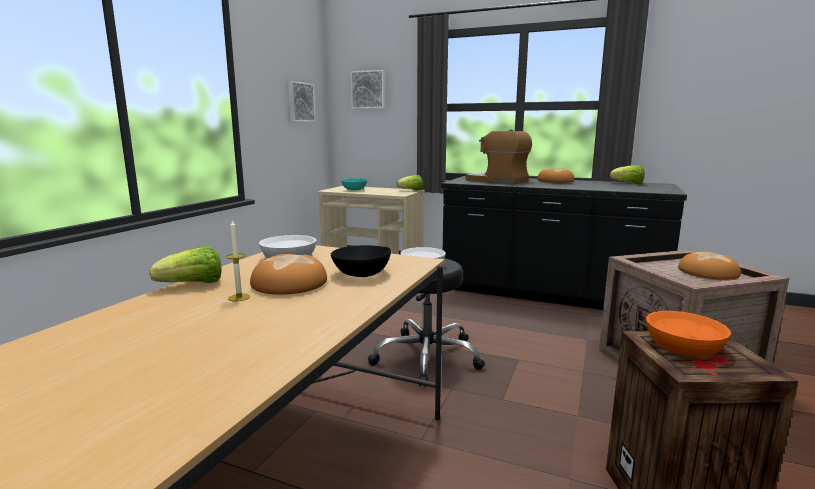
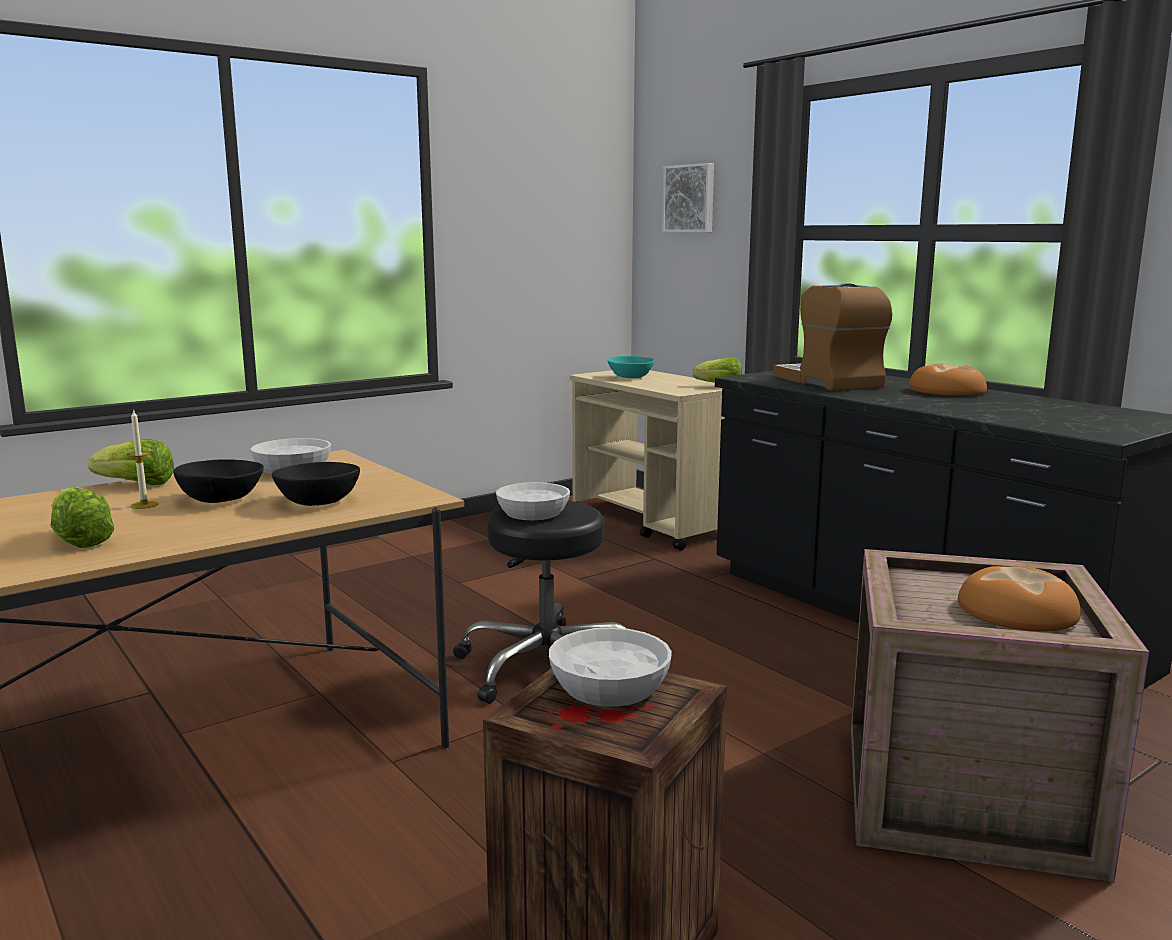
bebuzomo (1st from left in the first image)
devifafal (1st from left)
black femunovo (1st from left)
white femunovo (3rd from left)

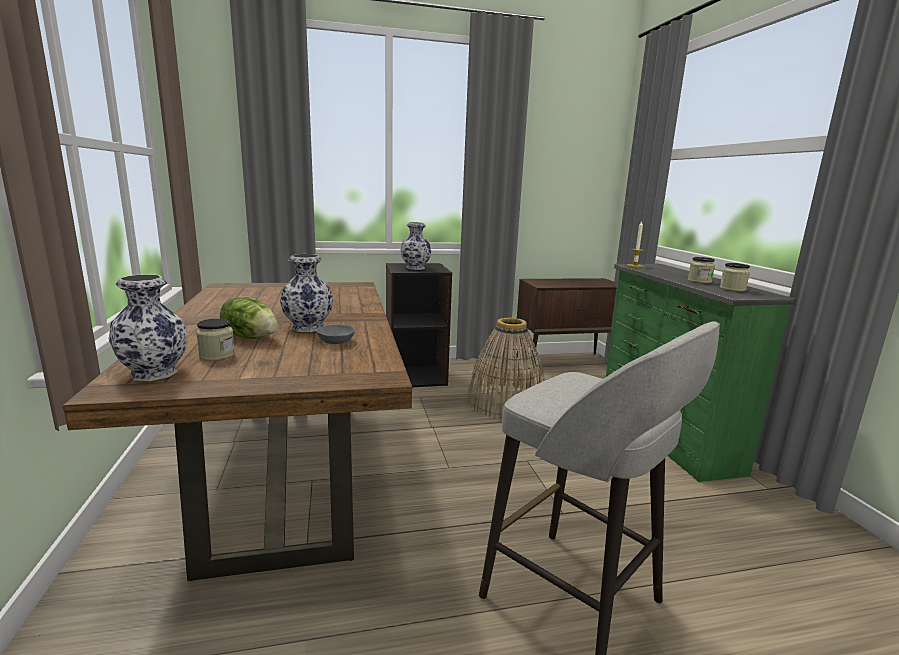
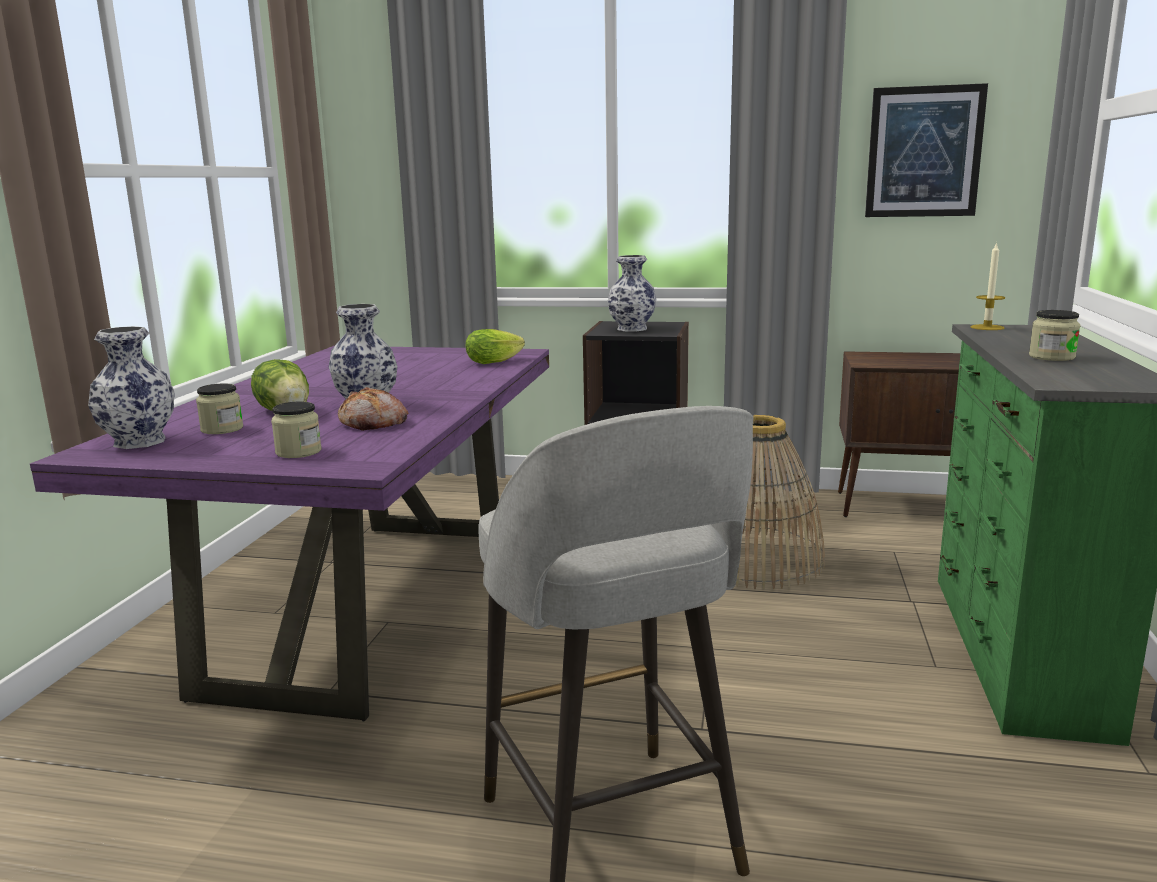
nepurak (2nd from left)
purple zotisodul
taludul
bebuzomo
devifafal (2nd from left)

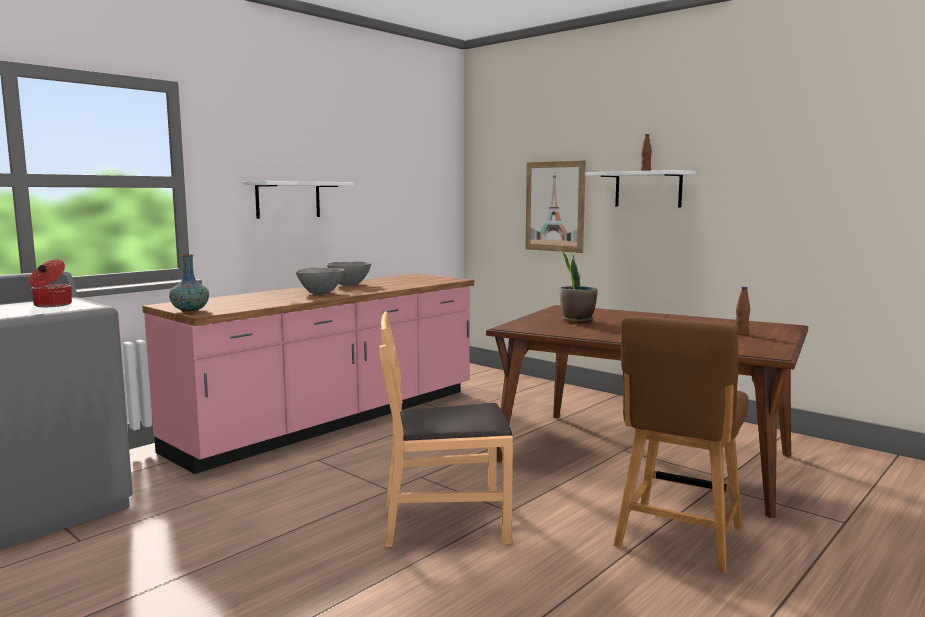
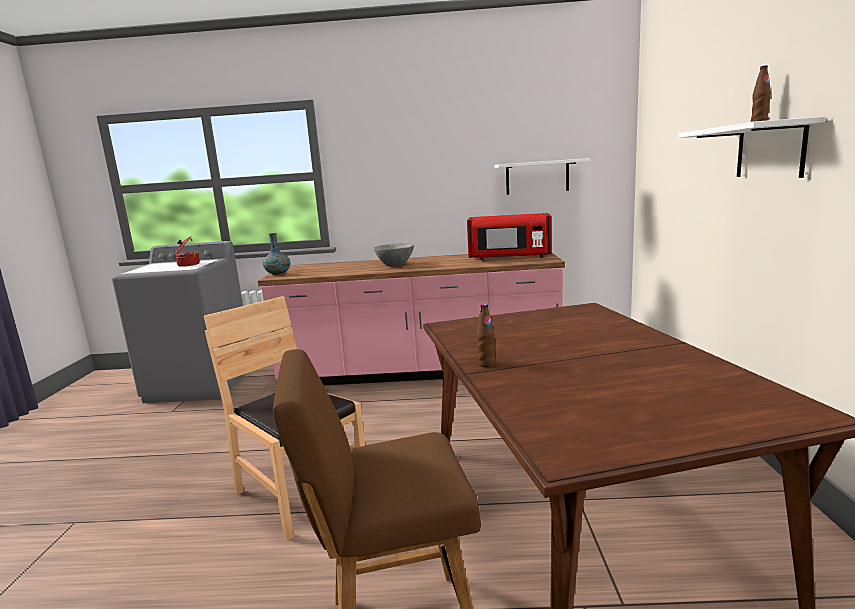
bebuzomo
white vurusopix (1st from left)
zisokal
grey femunovo (2nd from left in the first image)
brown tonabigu (1st from left)
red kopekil

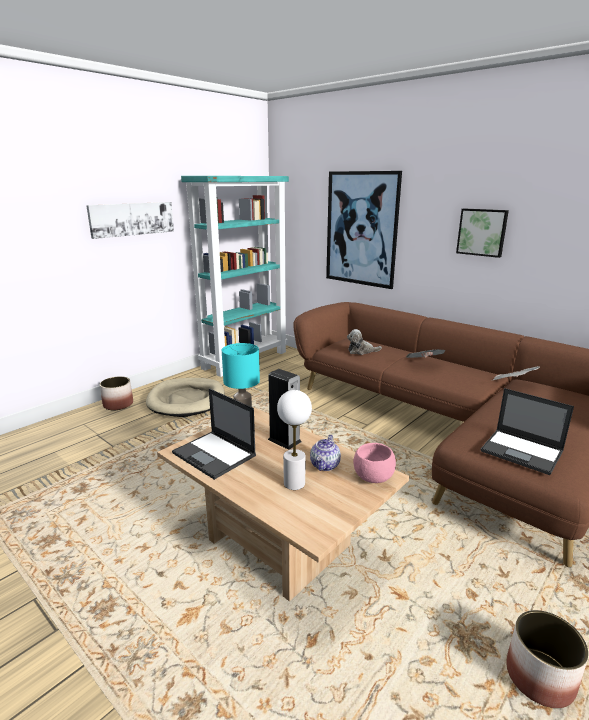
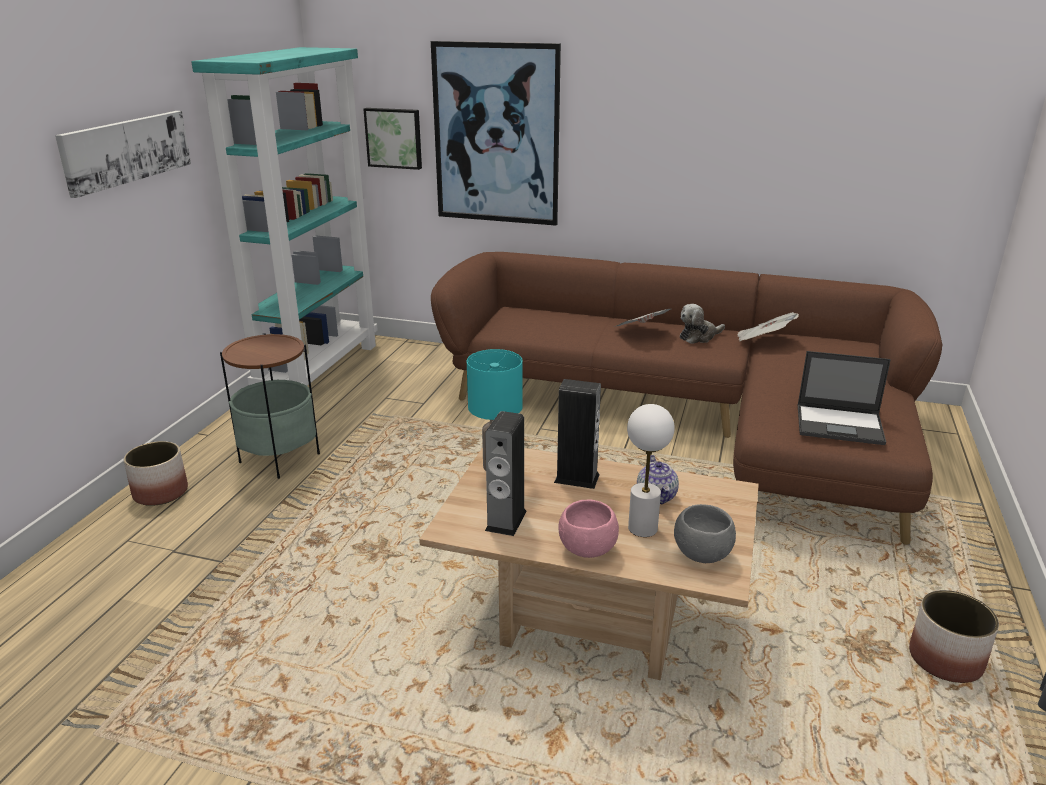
bebuzomo (2nd from left)
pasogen
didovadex
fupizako (1st from left)
pink femunovo
grey femunovo

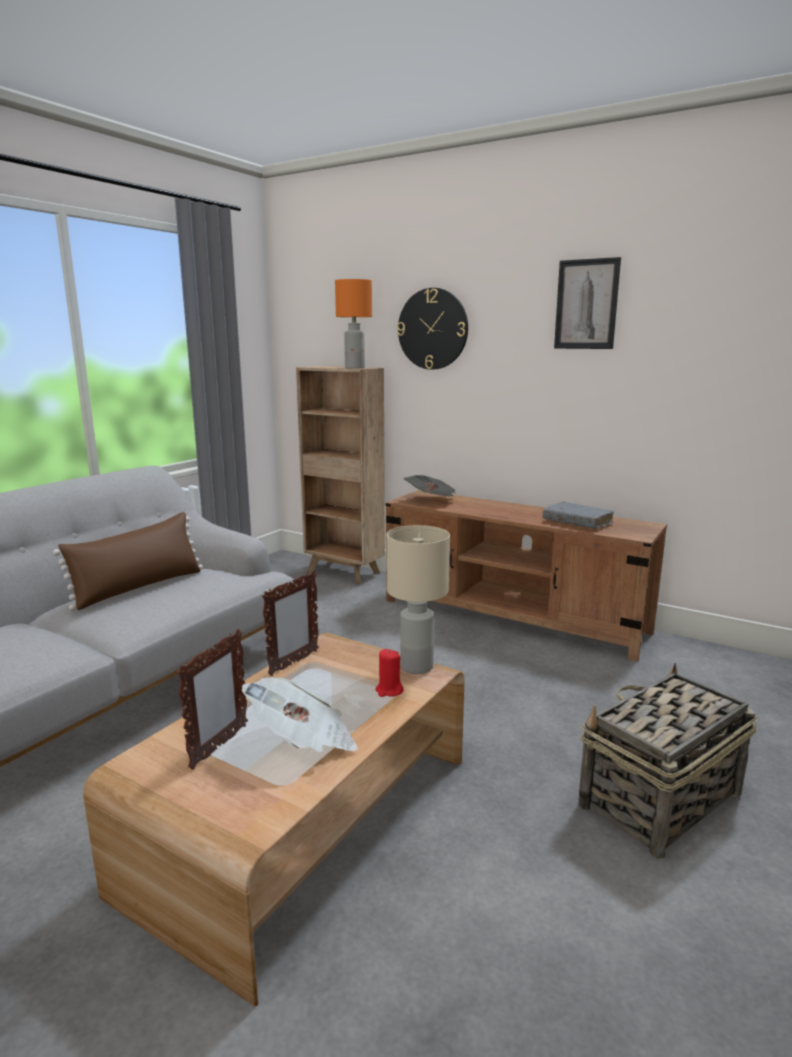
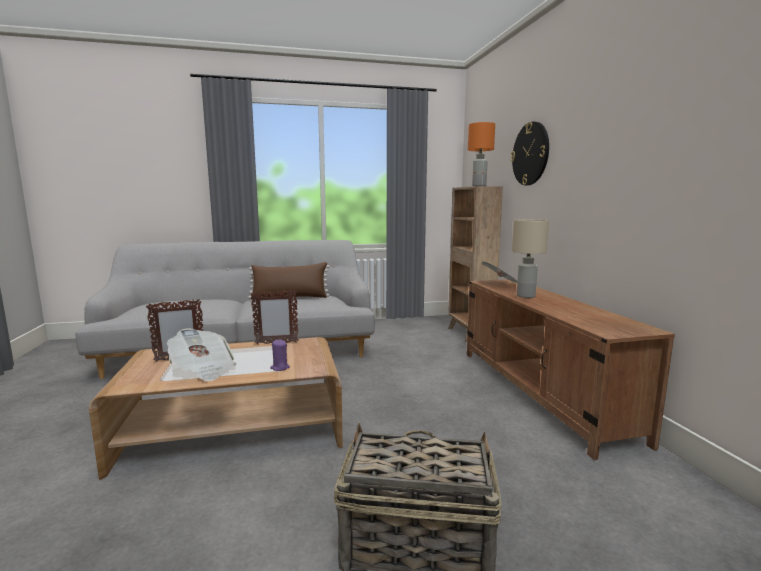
bebuzomo
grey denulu
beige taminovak
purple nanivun

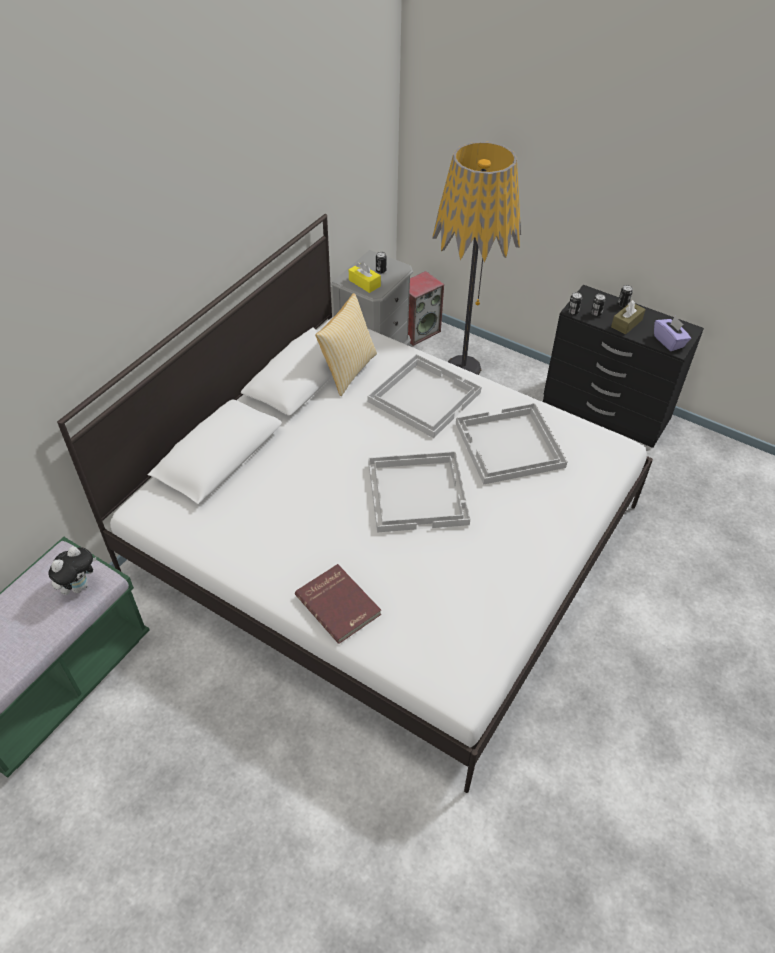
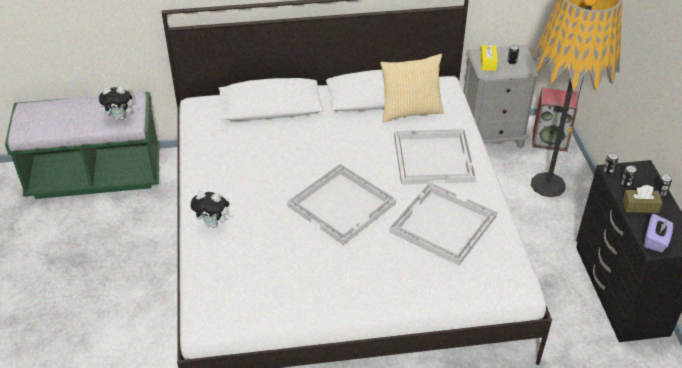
pasogen (2nd from left)

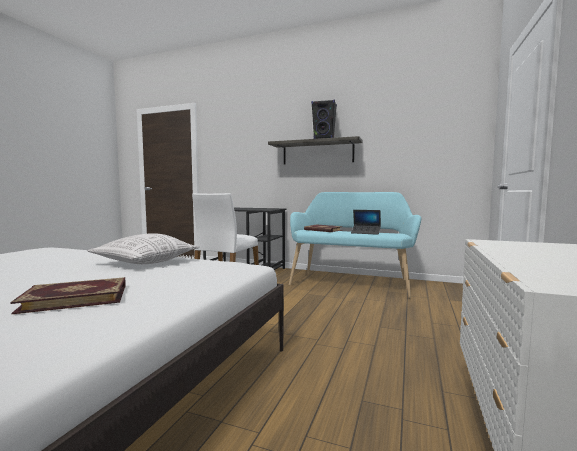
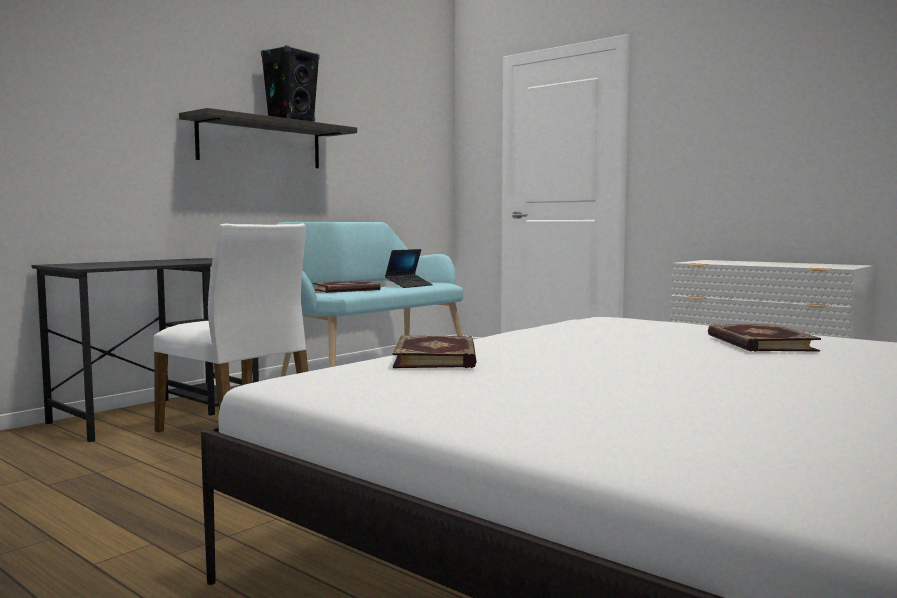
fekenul
denulu (2nd from left)

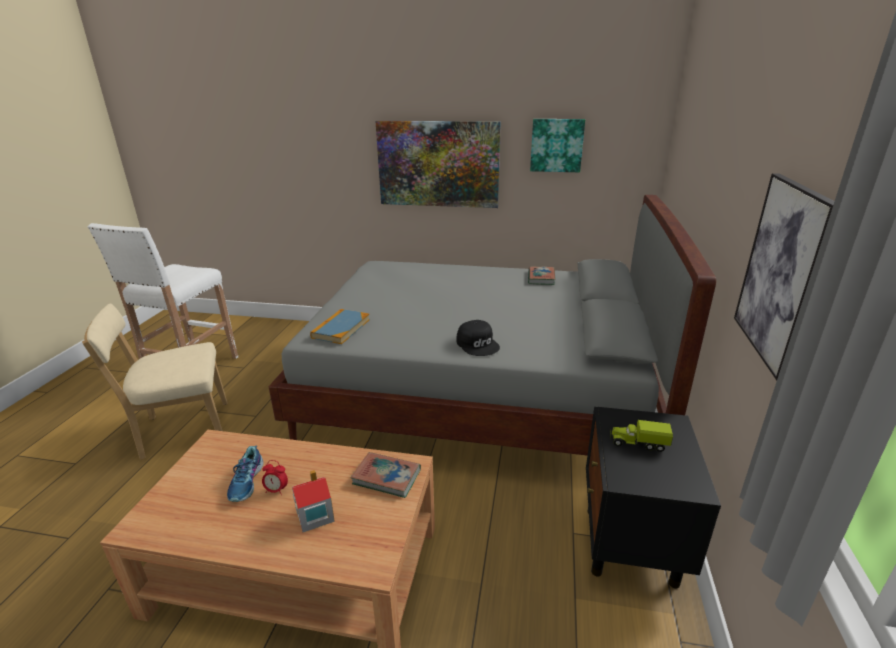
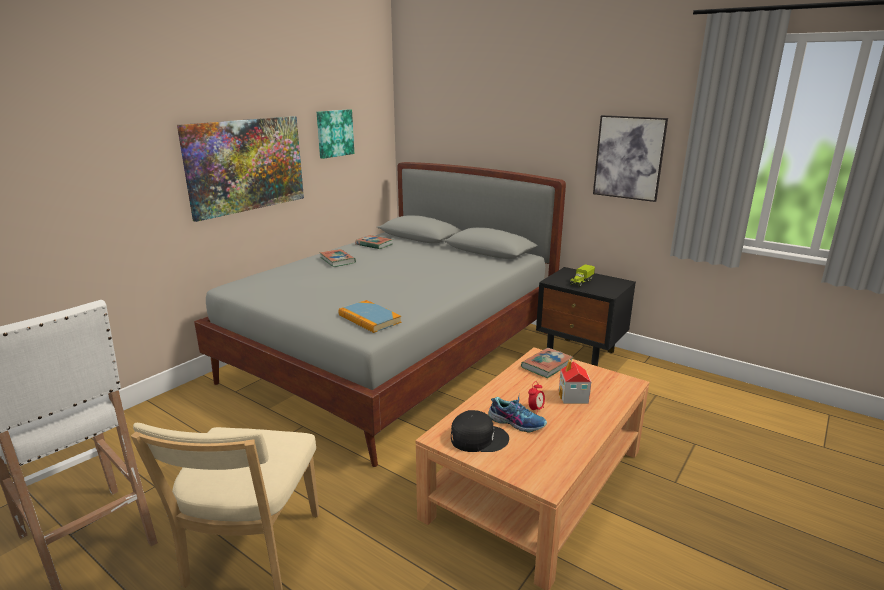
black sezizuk
denulu (1st from left)

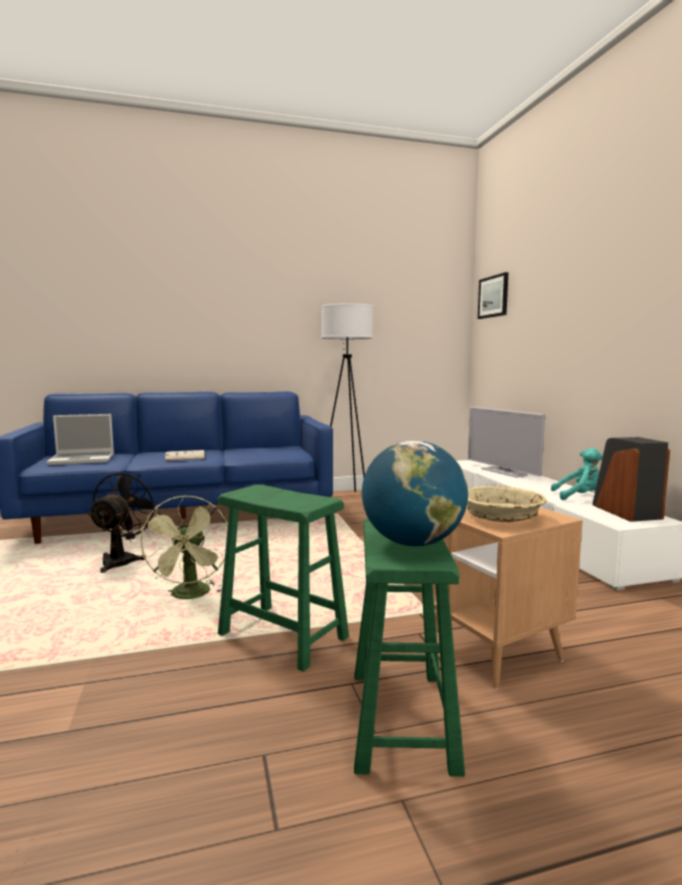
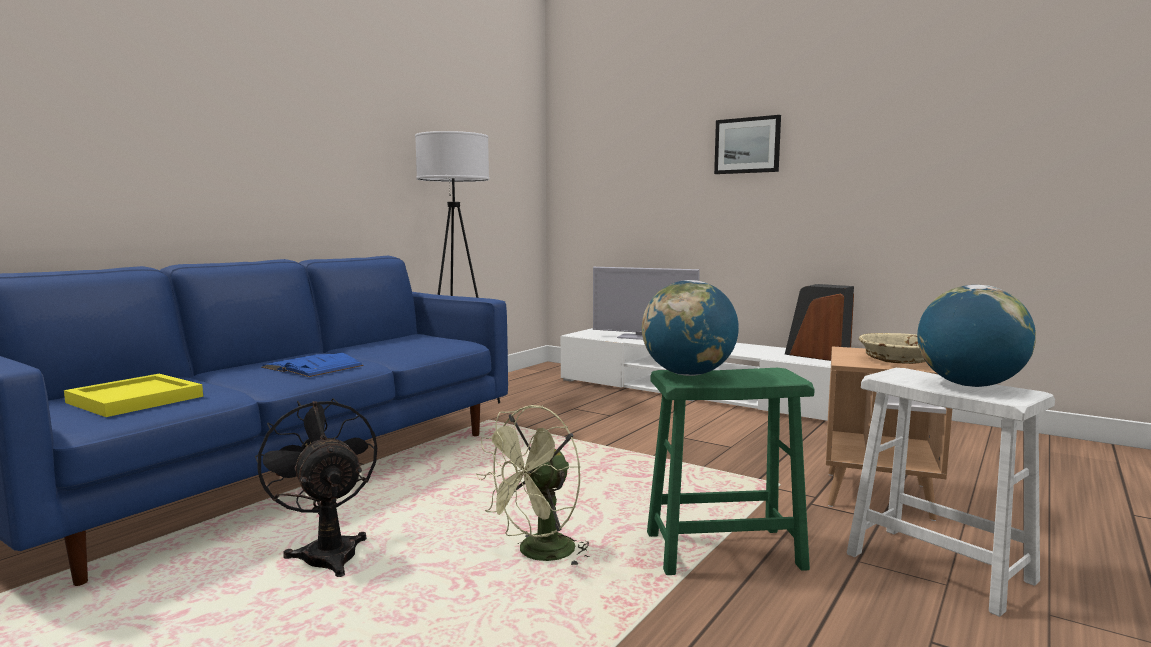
bebuzomo
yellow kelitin
turquoise pasogen
blue denulu
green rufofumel
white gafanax
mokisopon (1st from left)

